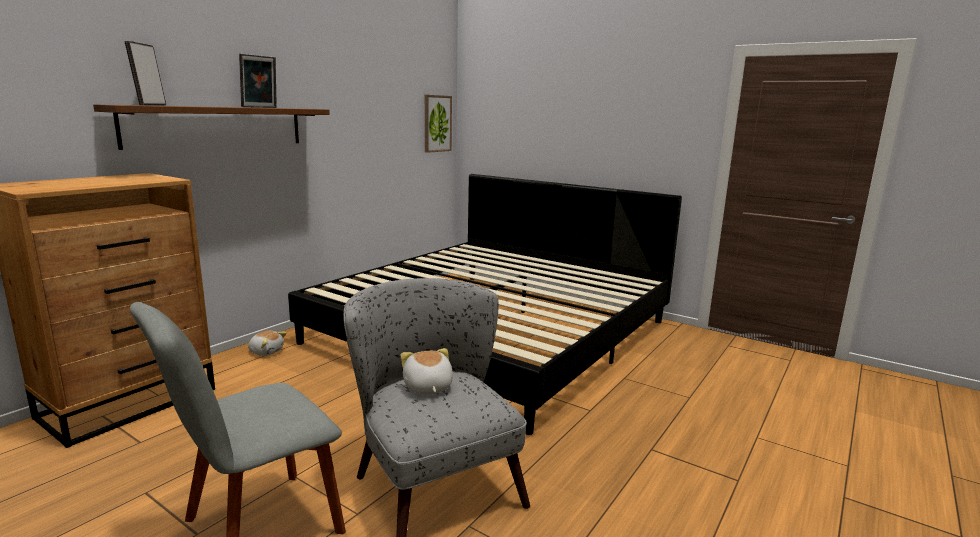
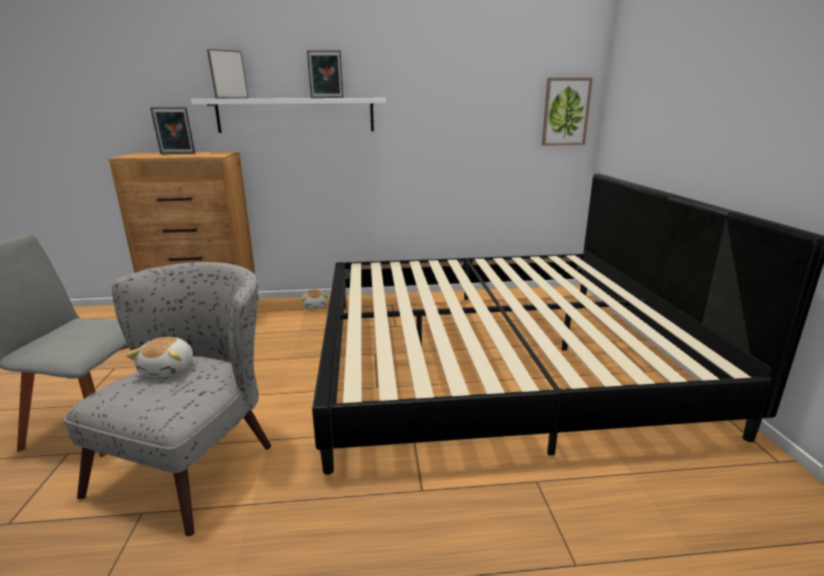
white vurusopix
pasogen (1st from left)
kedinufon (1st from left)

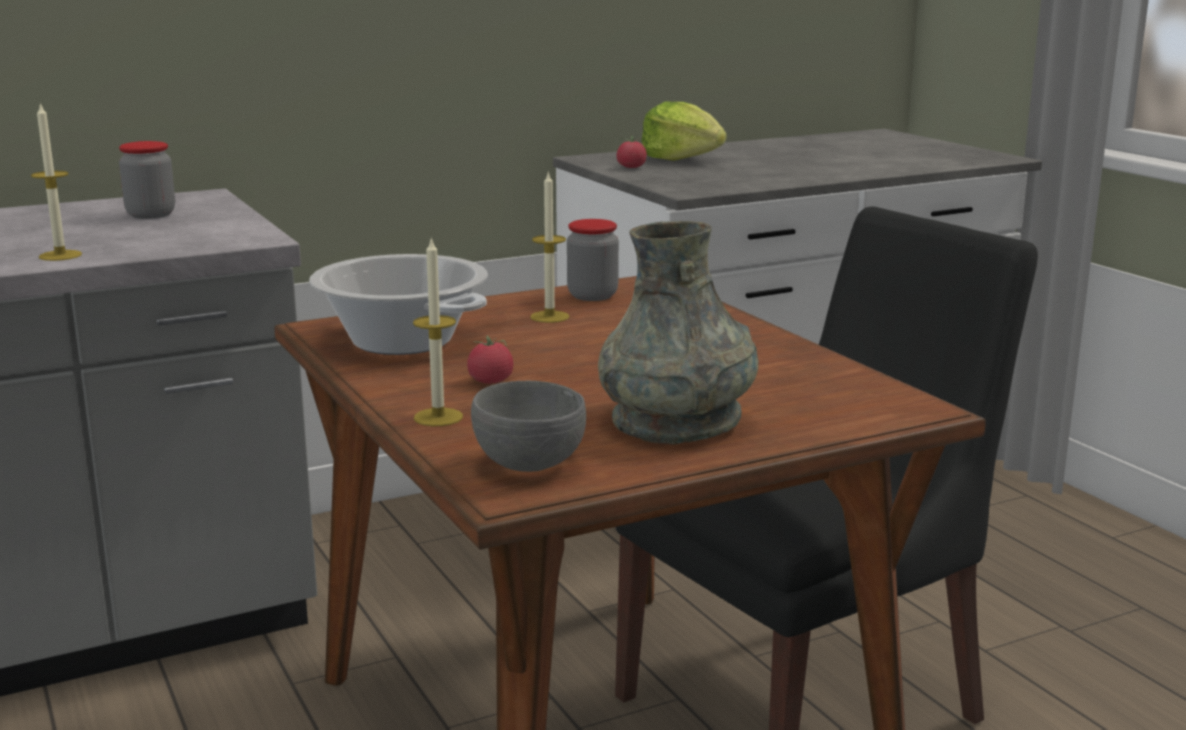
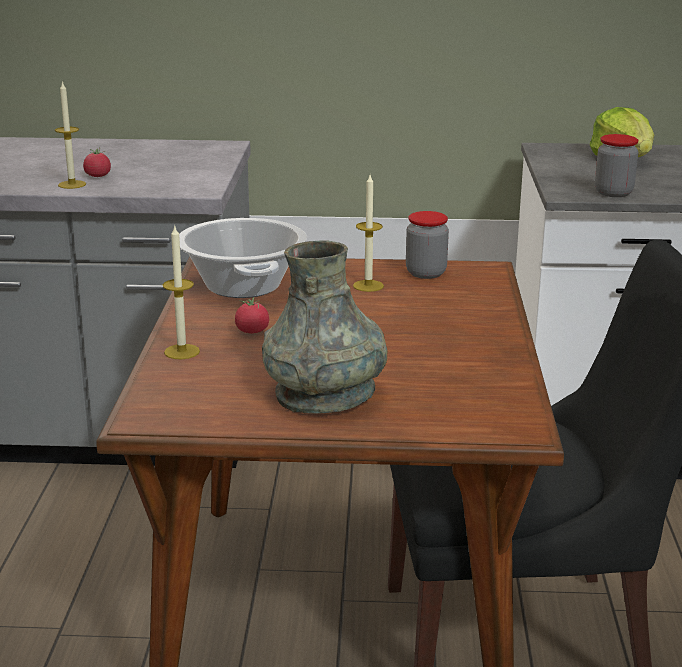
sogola (1st from left)
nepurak (2nd from left)
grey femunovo

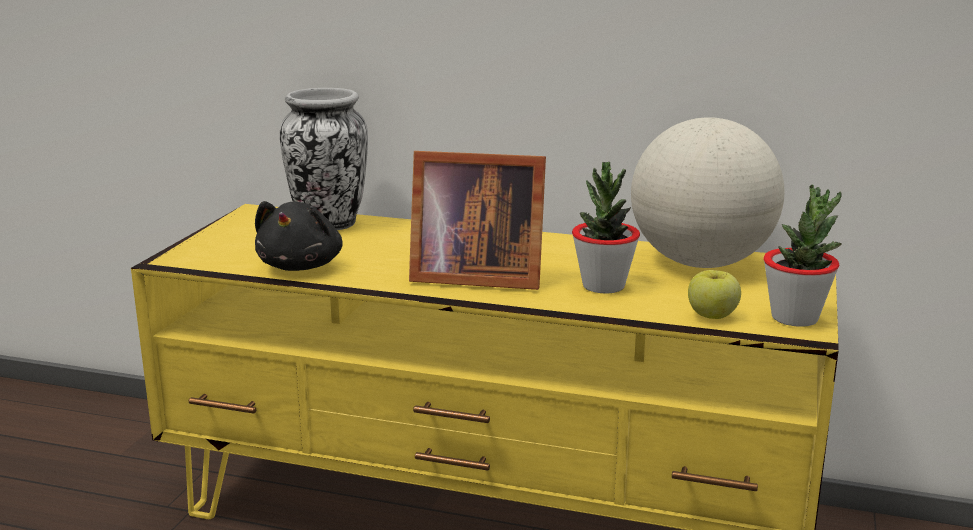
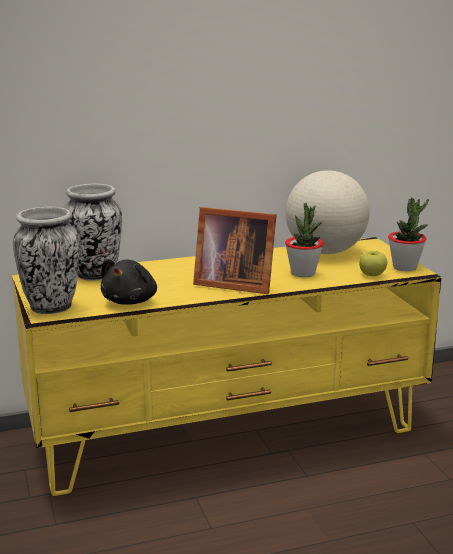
kedinufon
black pasogen
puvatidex (1st from left)

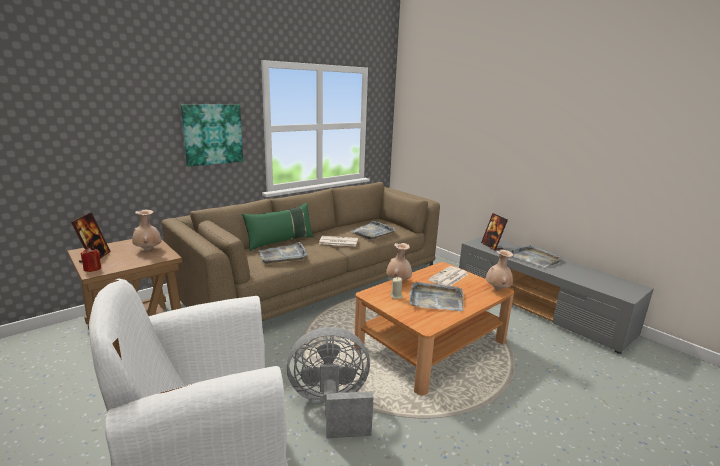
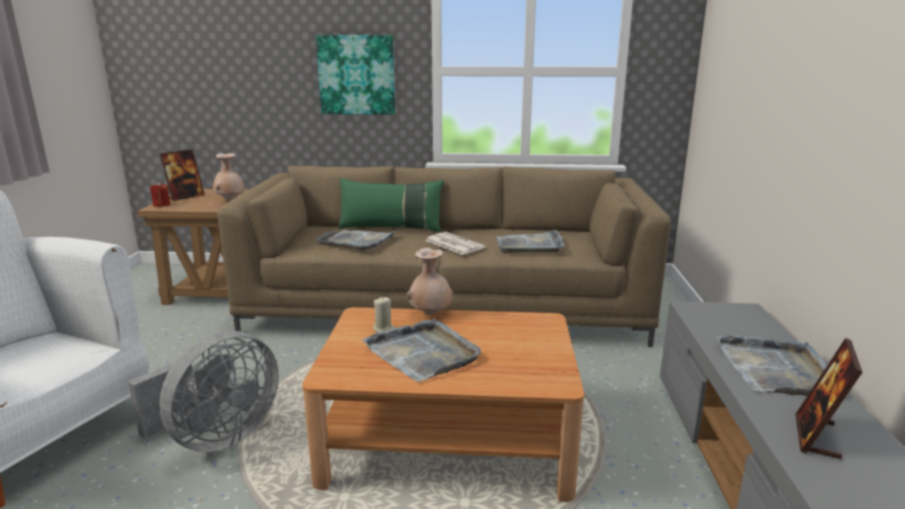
kedinufon (2nd from left)
beige puvatidex (3rd from left in the first image)
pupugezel (2nd from left in the first image)
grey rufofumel

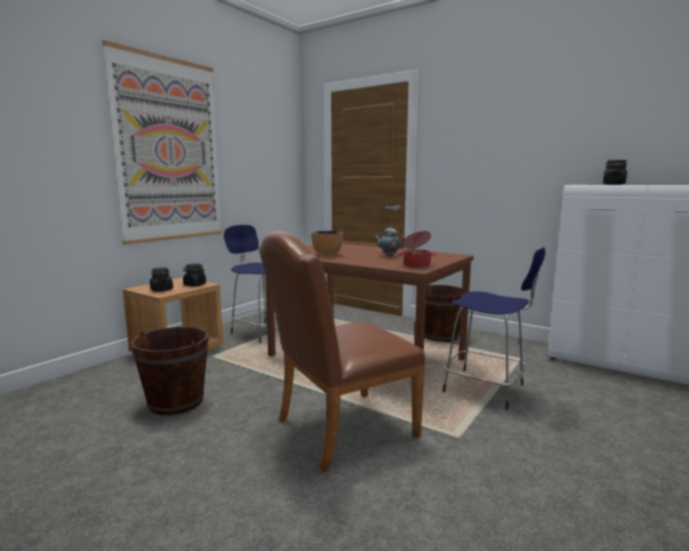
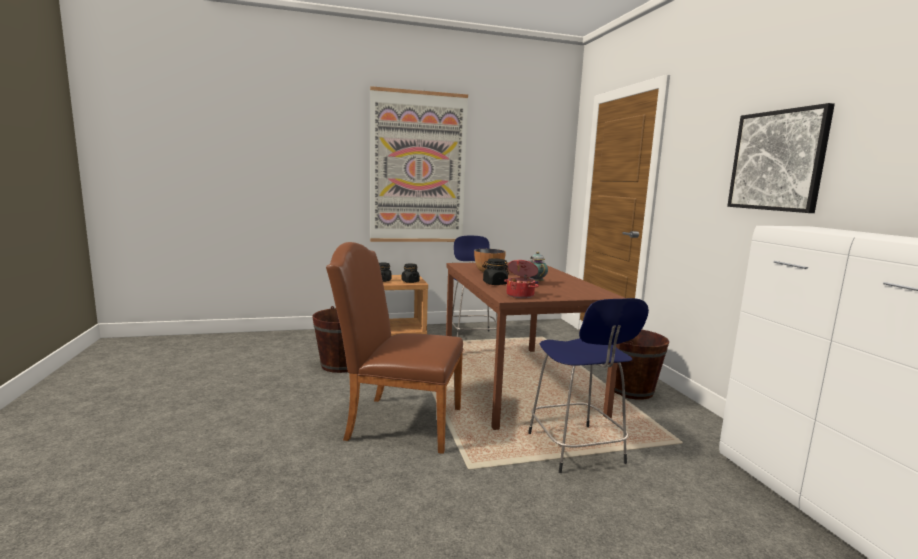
black nepurak (3rd from left)
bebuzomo (2nd from left)

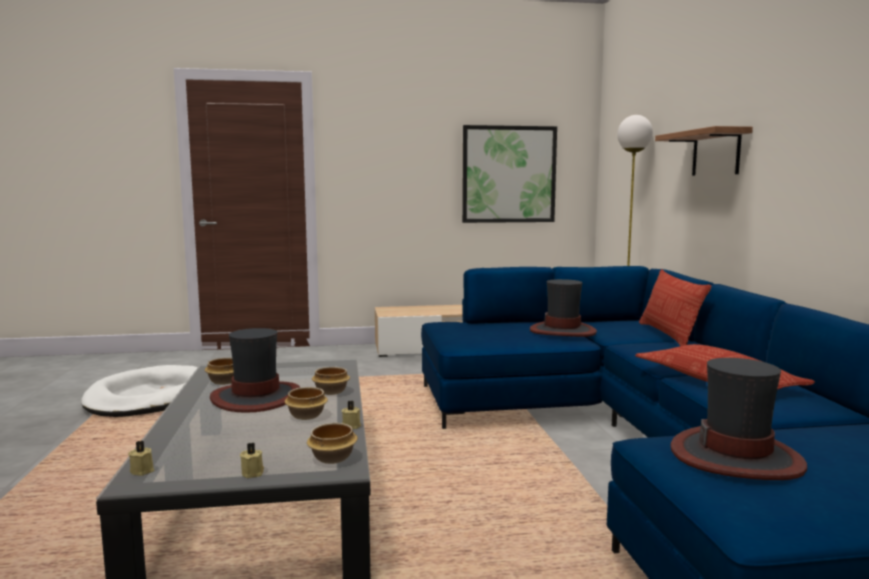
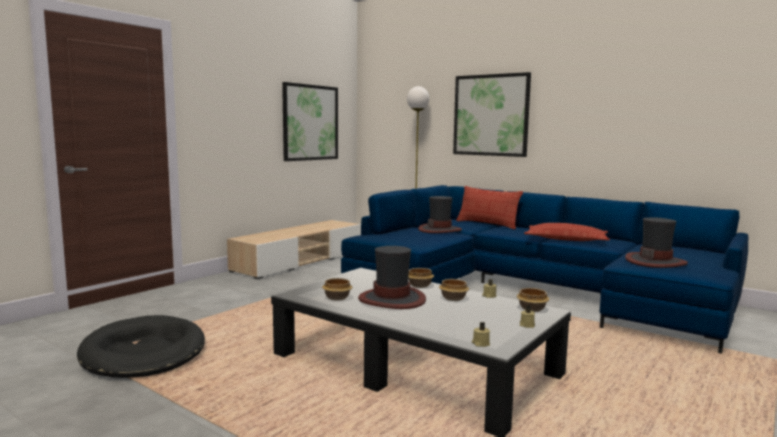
bebuzomo (2nd from left)
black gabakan

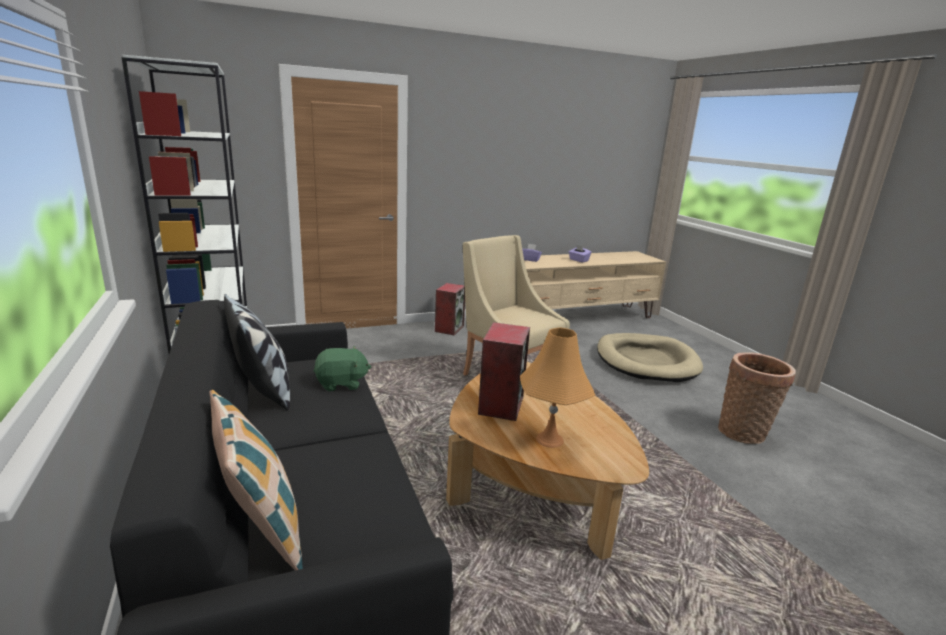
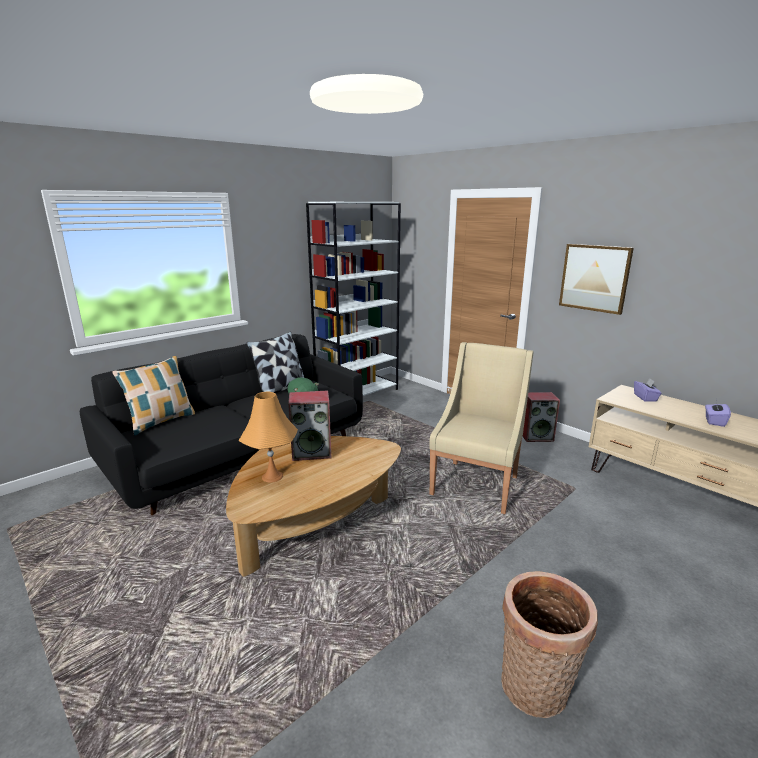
beige gabakan
bebuzomo

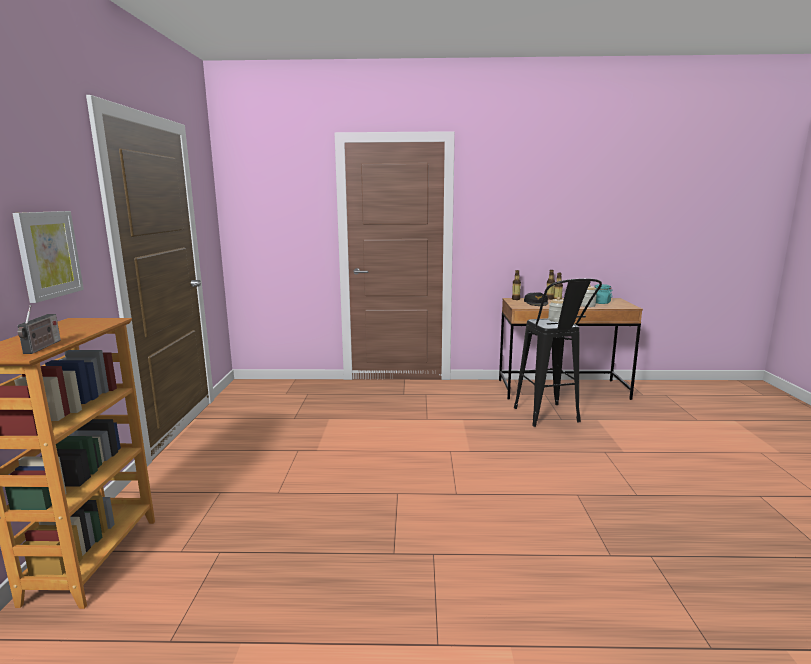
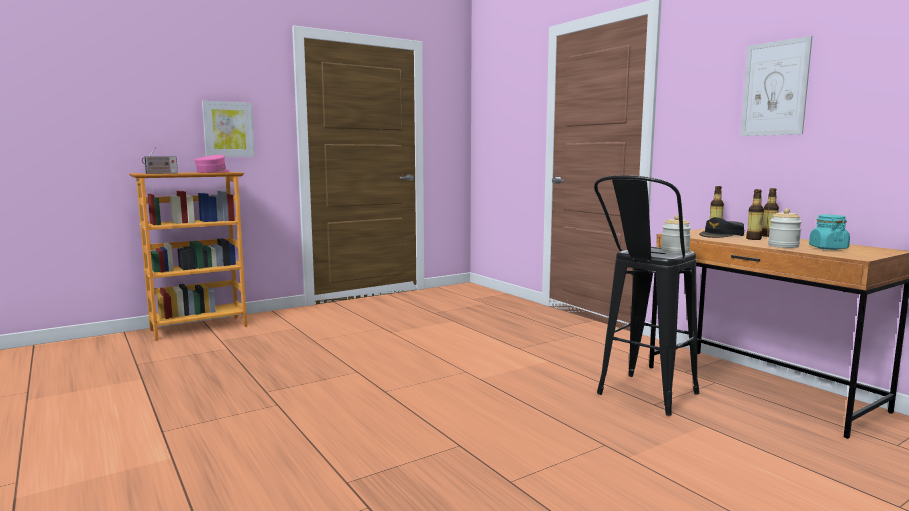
bebuzomo (2nd from left)
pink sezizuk

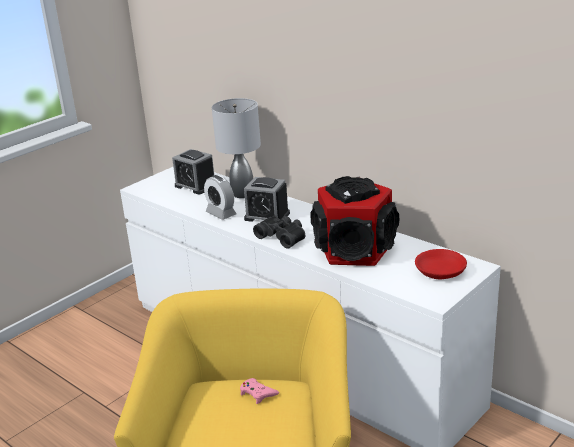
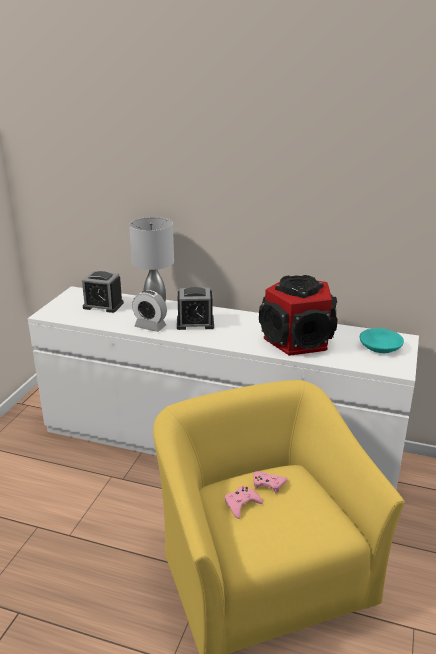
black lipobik
turquoise femunovo
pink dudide (1st from left)

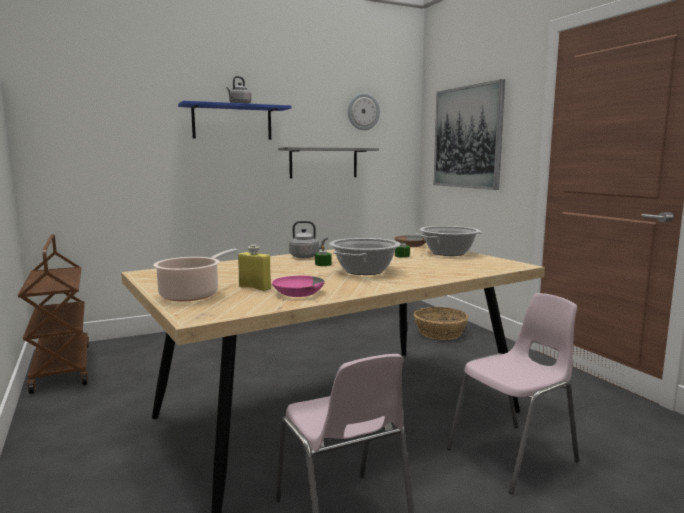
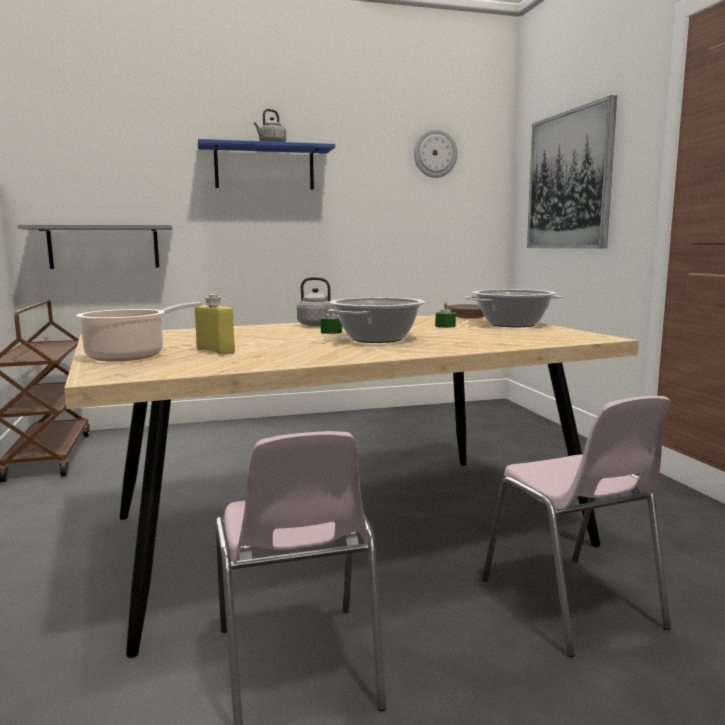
grey vurusopix
pink femunovo
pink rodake (2nd from left)
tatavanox

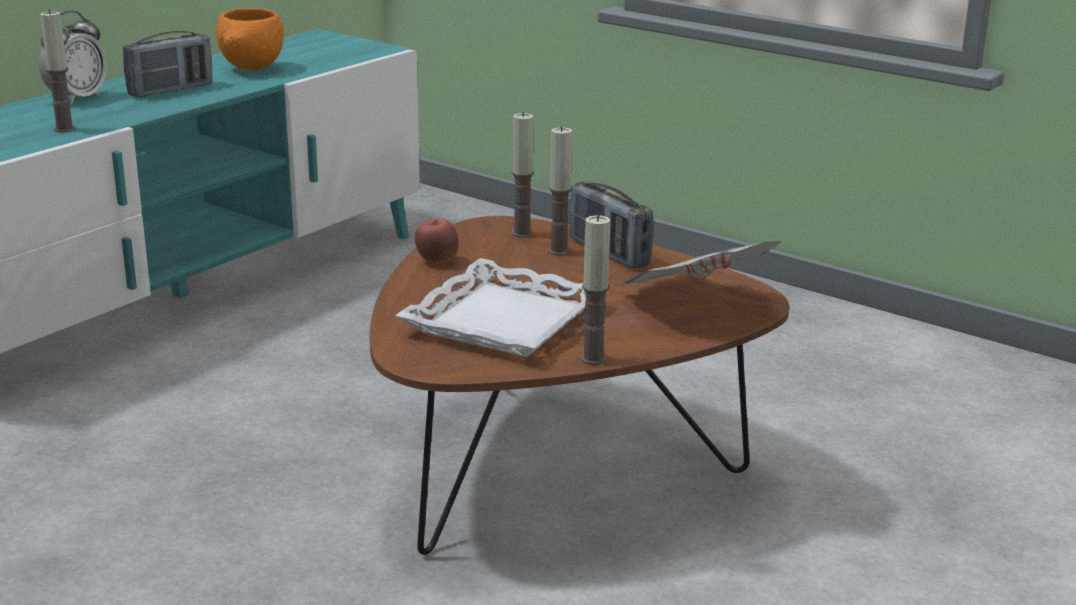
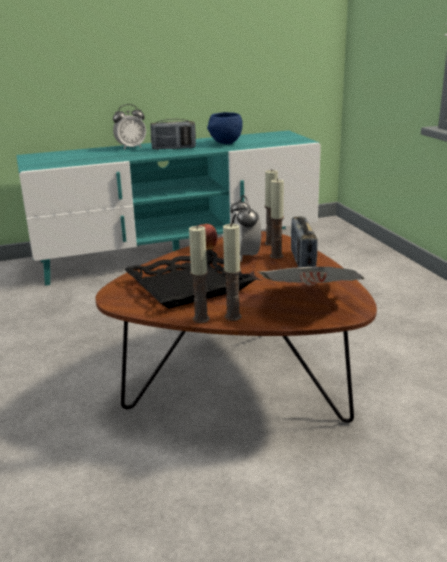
blue femunovo
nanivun (2nd from left)
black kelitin
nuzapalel (2nd from left)

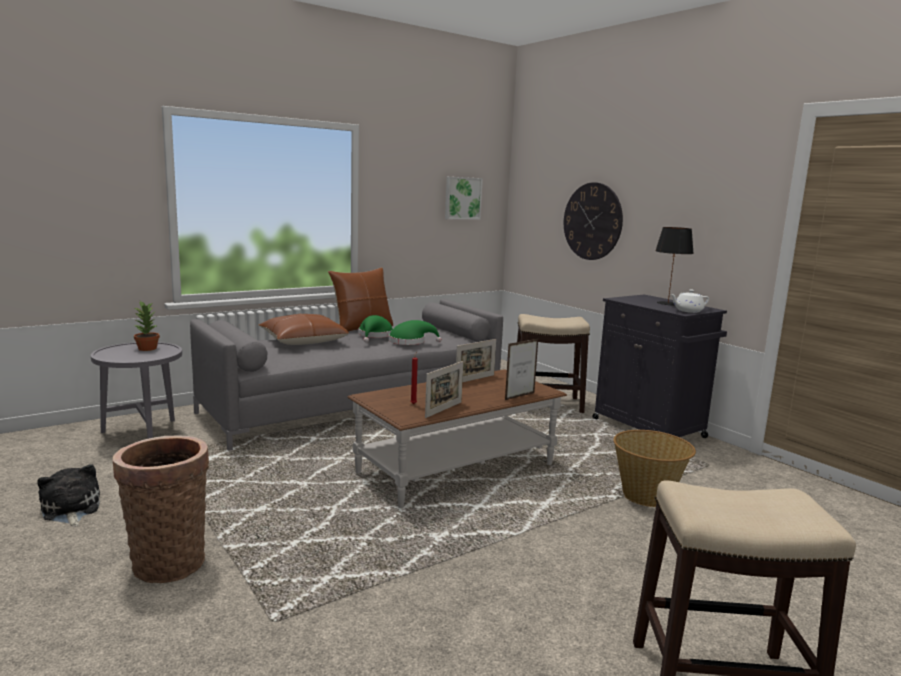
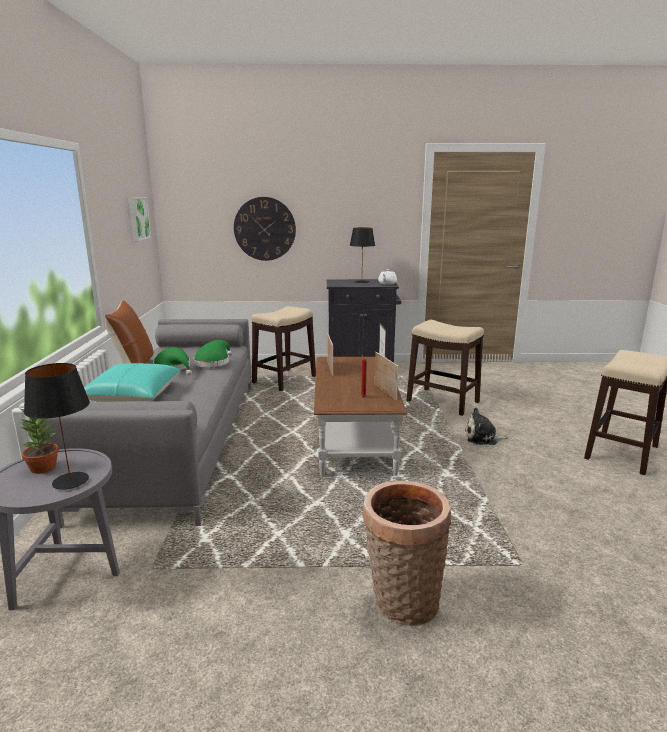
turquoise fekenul
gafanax (2nd from left)
pasogen
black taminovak (1st from left)

